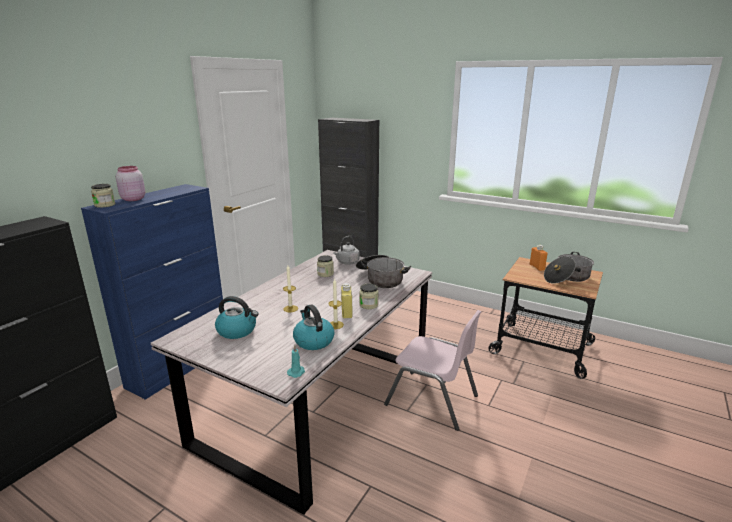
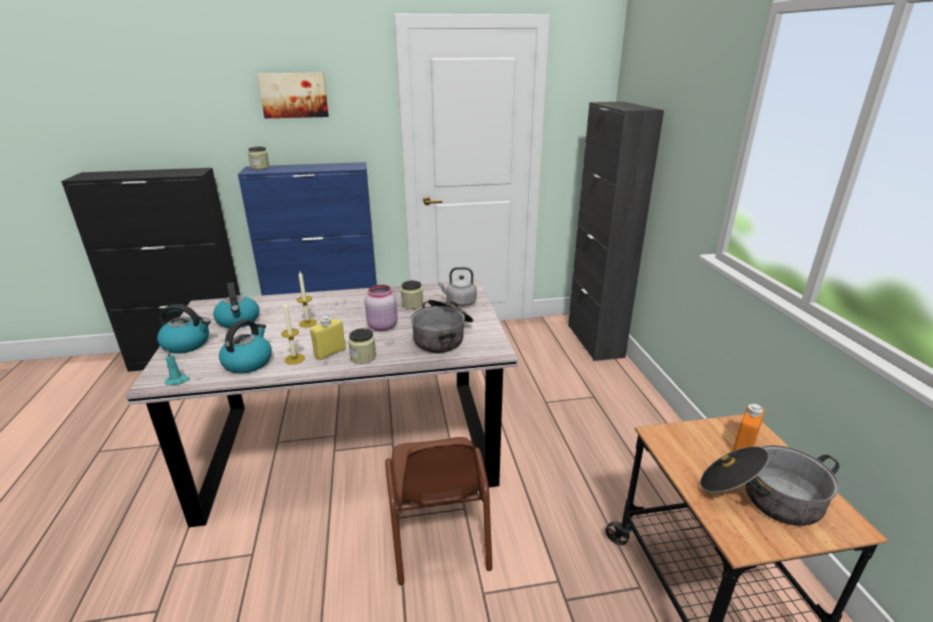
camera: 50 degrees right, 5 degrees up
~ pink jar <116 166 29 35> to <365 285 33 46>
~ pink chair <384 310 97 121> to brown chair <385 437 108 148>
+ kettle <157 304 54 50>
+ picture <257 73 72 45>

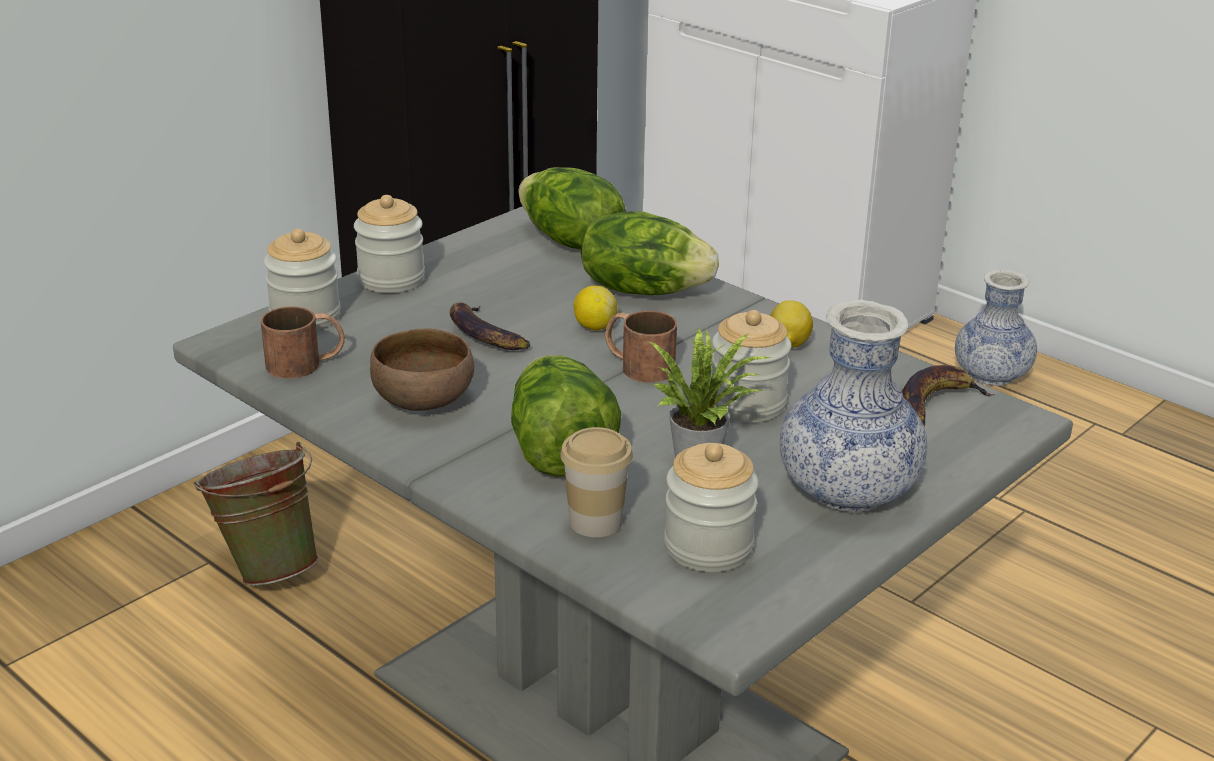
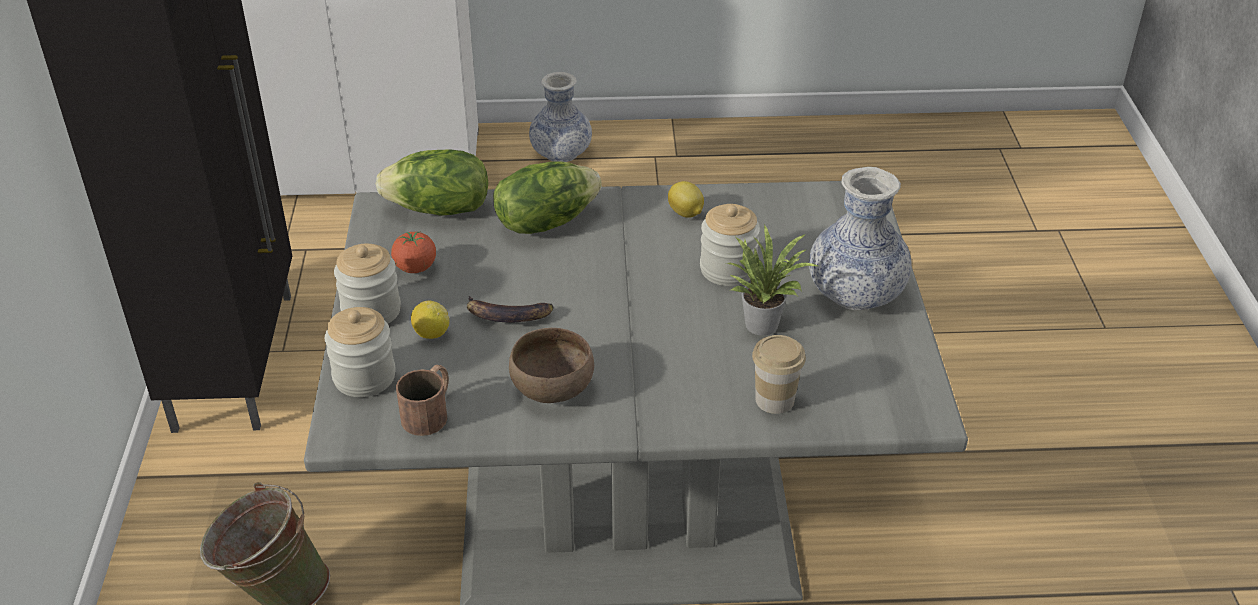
camera: 45 degrees left, 10 degrees up
- lettuce <511 355 110 122>
~ lemon <574 285 43 45> to <411 301 38 38>
- brown mug <605 311 72 72>
- jar <664 443 95 129>
- banana <902 365 93 61>
+ tomato <391 232 45 41>

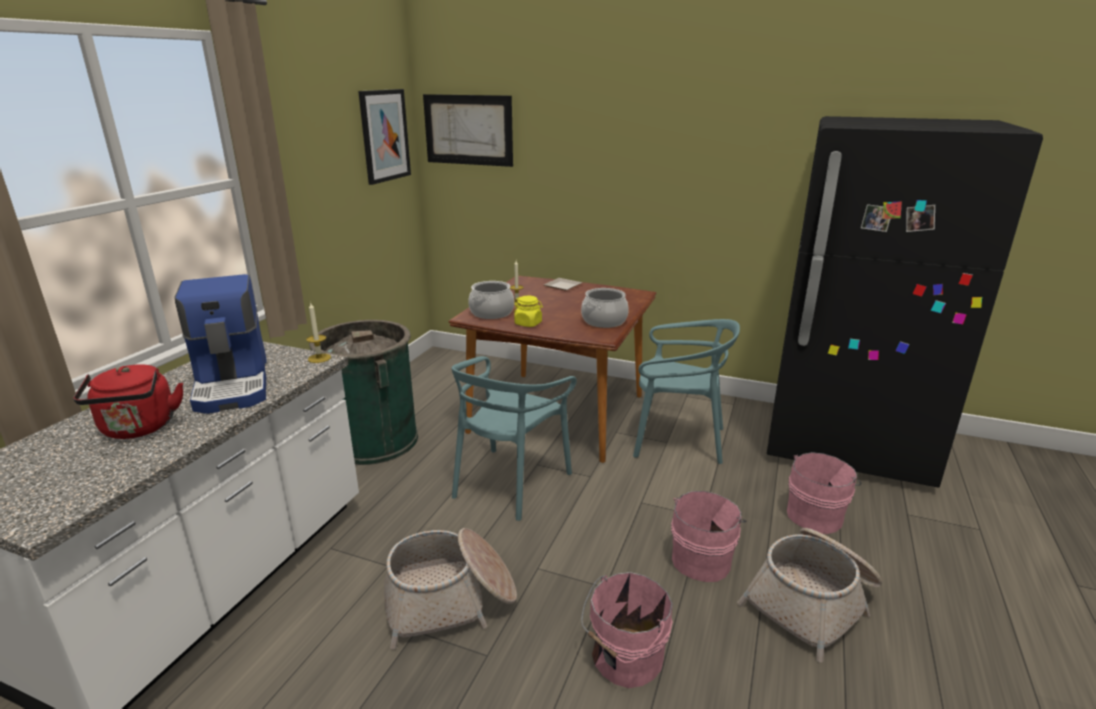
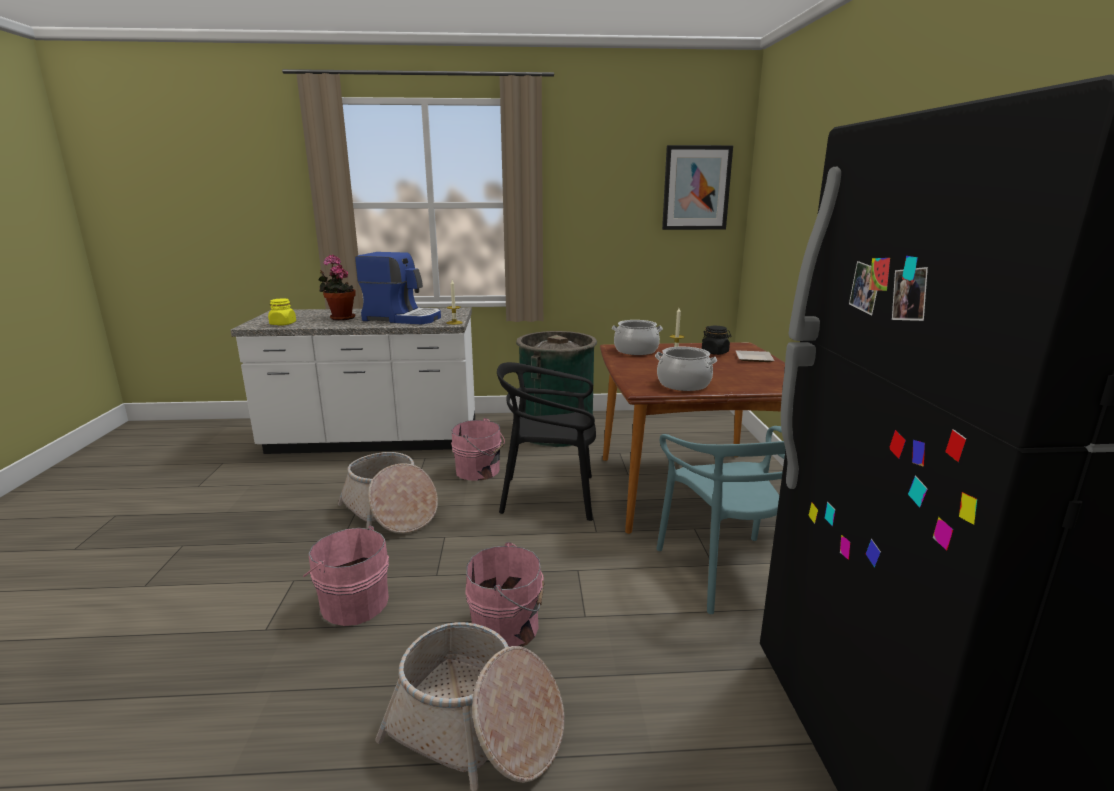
camera: 65 degrees right, 5 degrees down
~ red kettle <73 364 110 75> to potted plant <319 254 37 66>
~ coffee machine <174 274 93 140> = <355 252 86 72> 120 degrees counterclockwise
- picture <423 94 90 73>
~ turquoise chair <451 356 126 165> to black chair <497 362 99 159>
~ yellow jar <514 296 29 31> to <268 298 28 28>
~ pink bucket <787 452 74 82> to <451 418 54 63>
+ black jar <702 326 29 29>

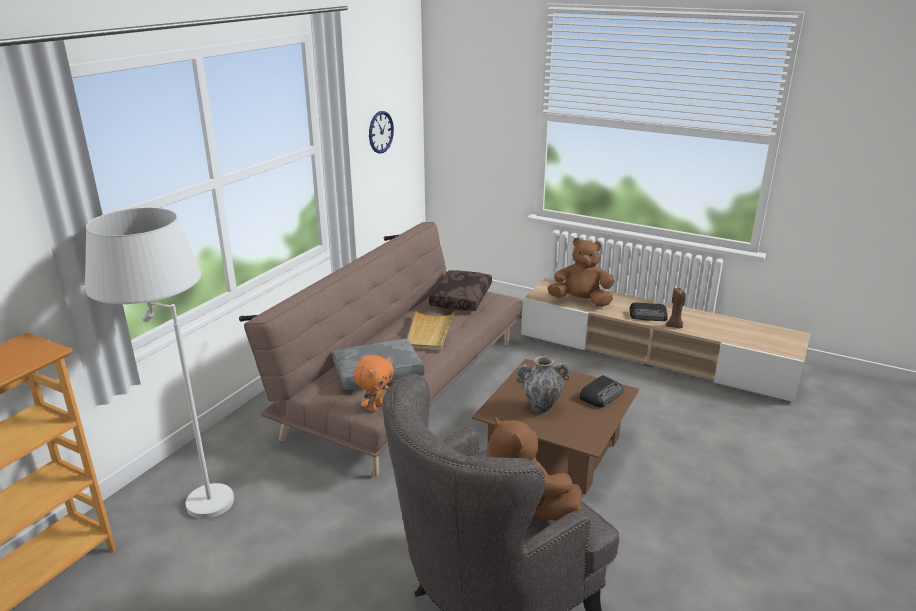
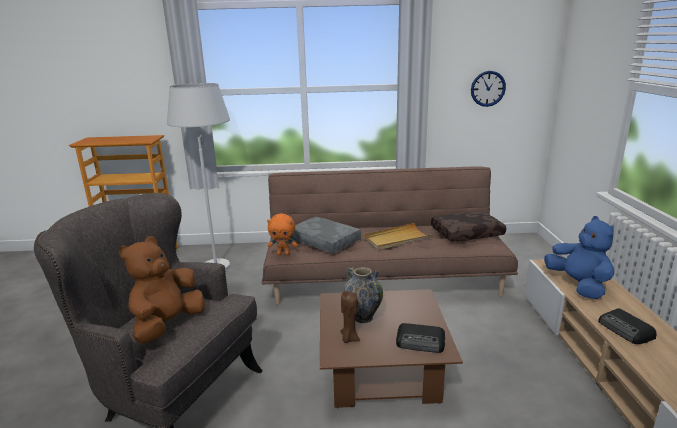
camera: 60 degrees right, 5 degrees down
~ brown plush toy <547 237 68 70> to blue plush toy <544 216 70 83>
~ brown candle <666 288 20 41> to <340 291 20 52>

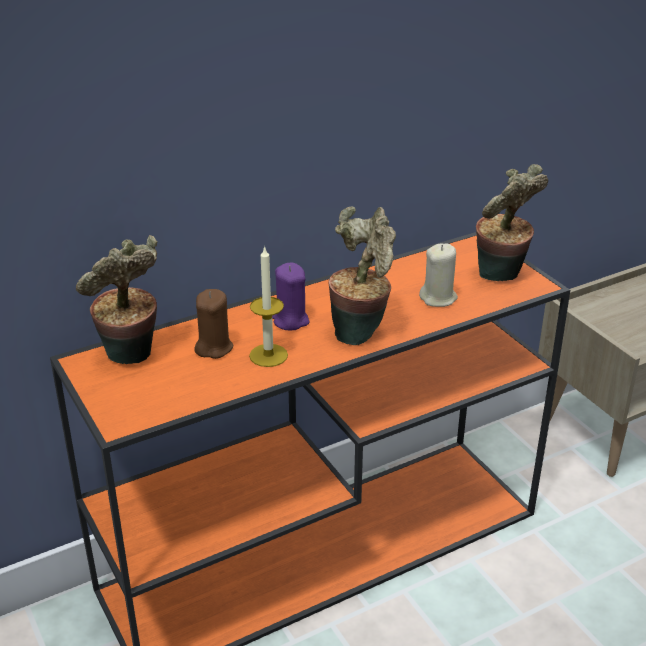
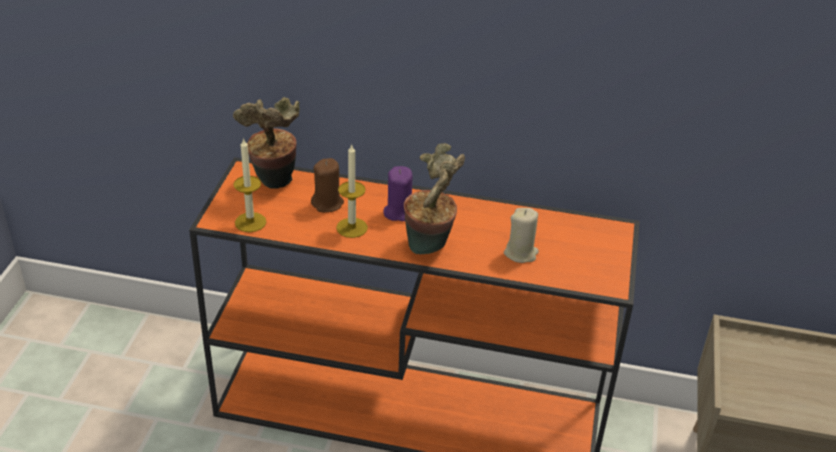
camera: 40 degrees right, 5 degrees up
- potted plant <476 164 72 117>
+ candle <234 138 32 94>

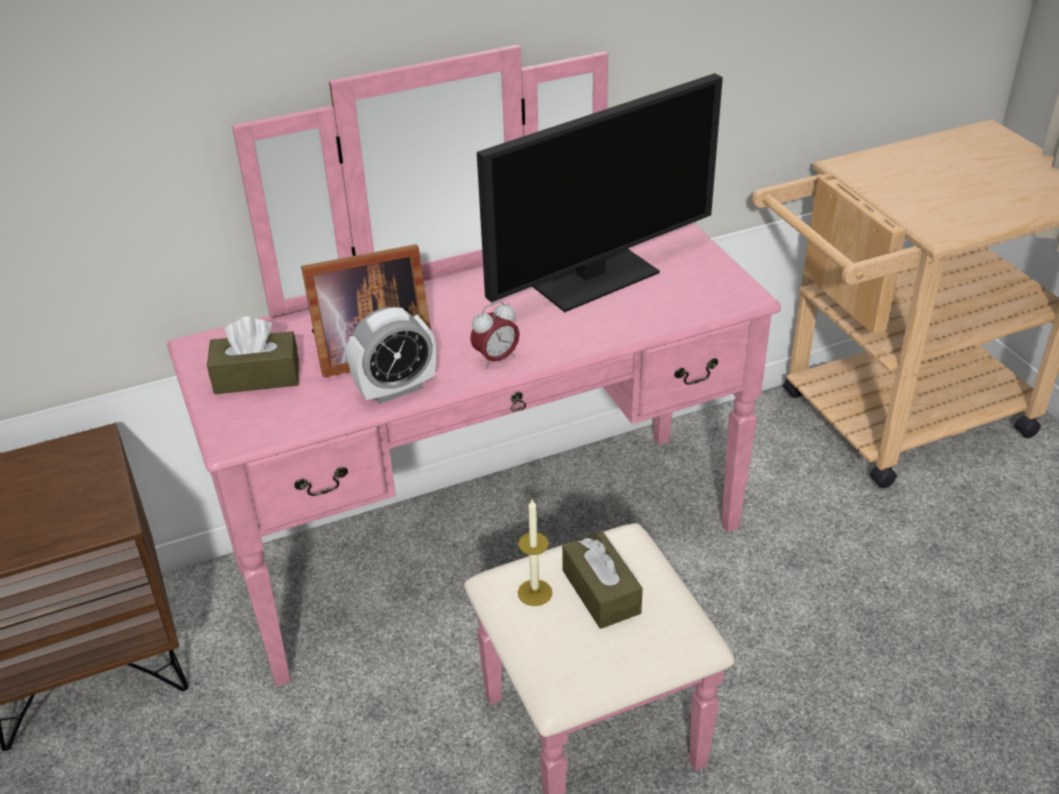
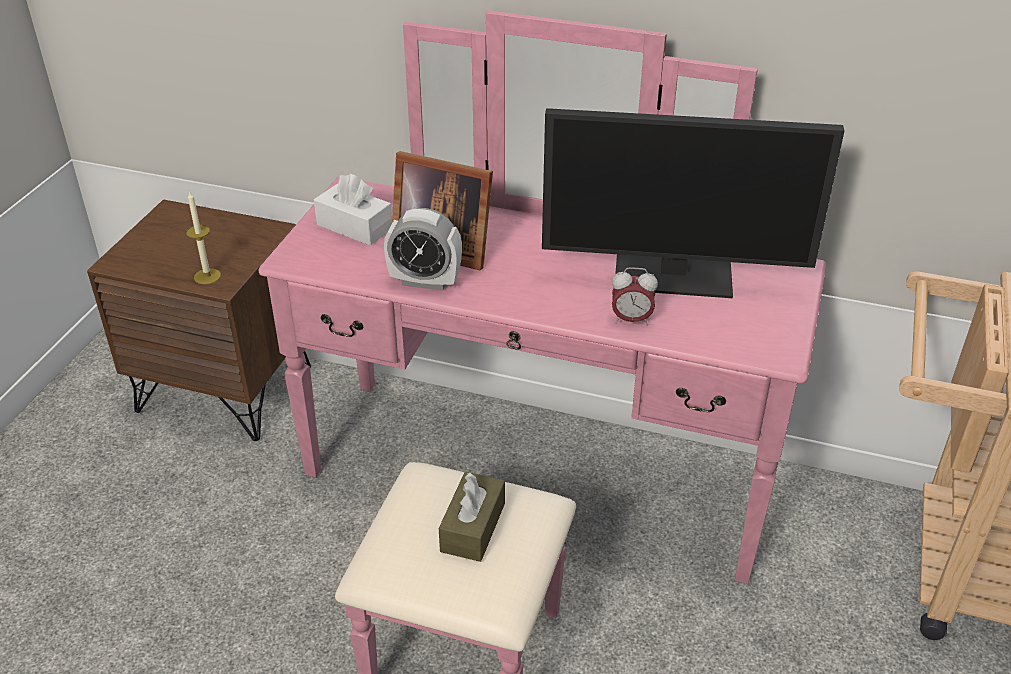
camera: 40 degrees right, 0 degrees up
~ brown tissue box <207 316 92 78> to white tissue box <314 174 78 71>
~ alarm clock <470 301 50 68> to <612 267 46 59>
~ candle <518 499 34 107> to <186 191 35 93>

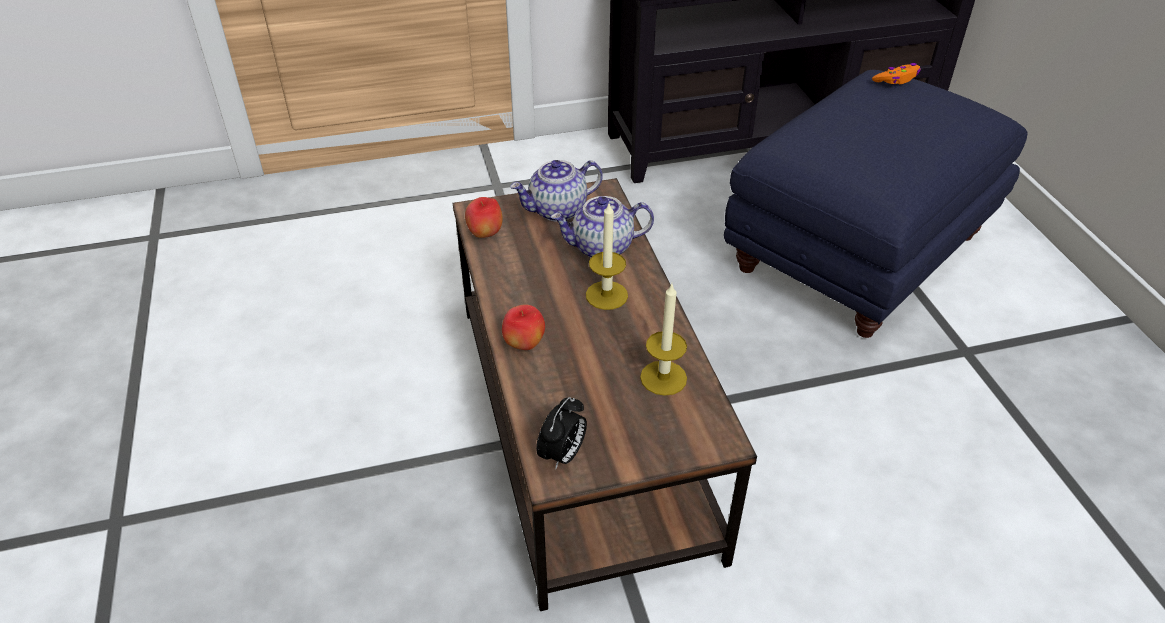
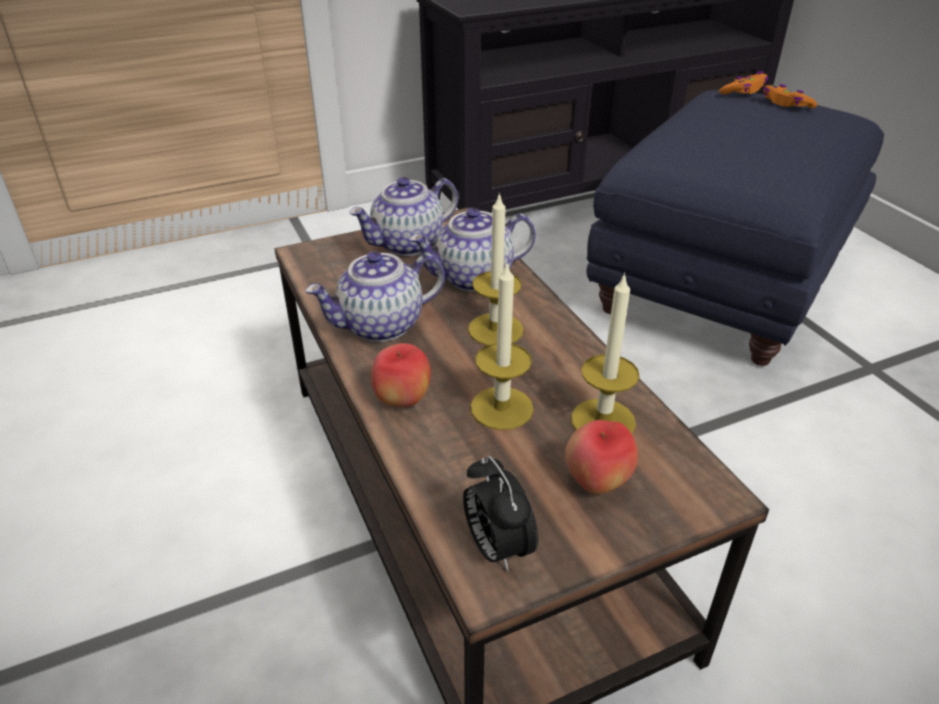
camera: 10 degrees left, 5 degrees down
~ apple <465 197 38 41> to <565 420 73 75>
~ alarm clock <536 397 51 73> = <463 456 75 116> 135 degrees clockwise
+ teapot <305 251 140 91>
+ candle <470 261 64 169>
+ orange game controller <763 84 54 24>

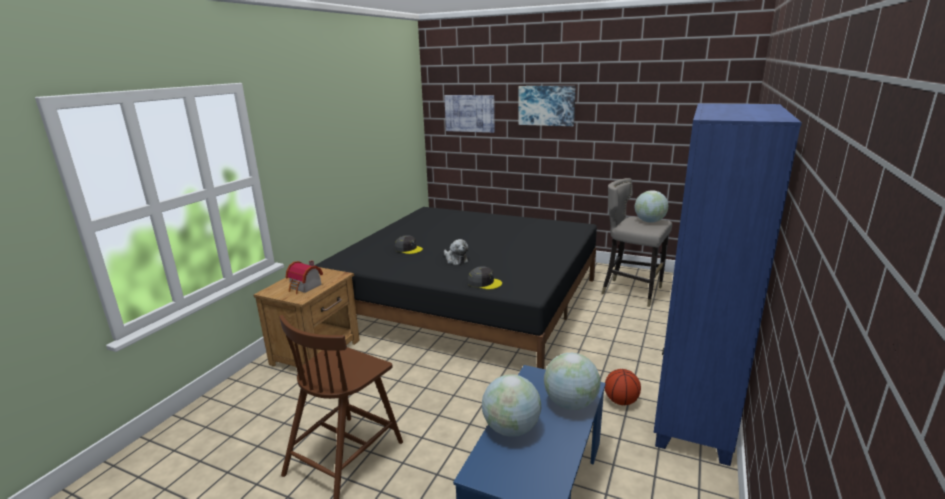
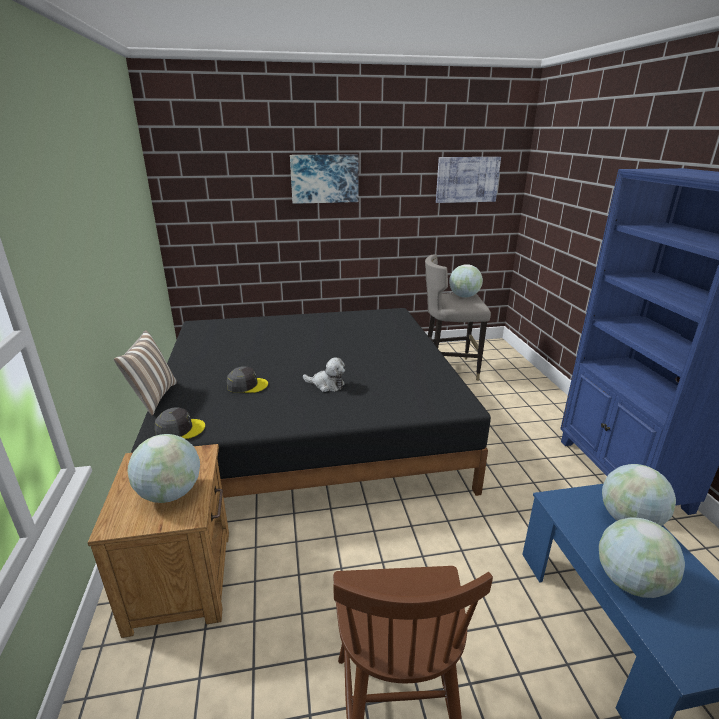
camera: 35 degrees left, 5 degrees up
~ toy house <286 260 37 34> to globe <128 434 72 69>
~ picture <444 95 51 38> to <436 157 65 46>
~ grey cap <468 266 34 24> to <155 407 50 32>
- basketball <605 369 36 36>
+ pillow <114 330 63 85>

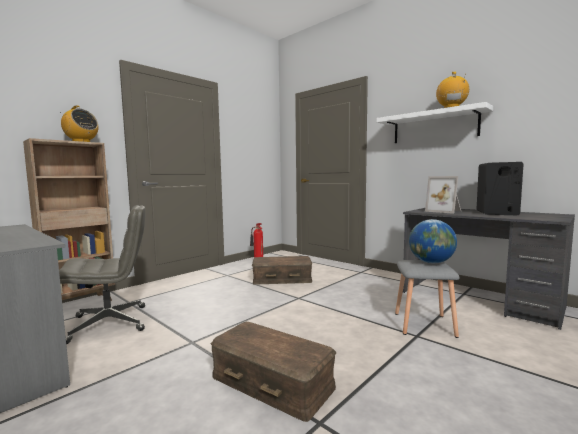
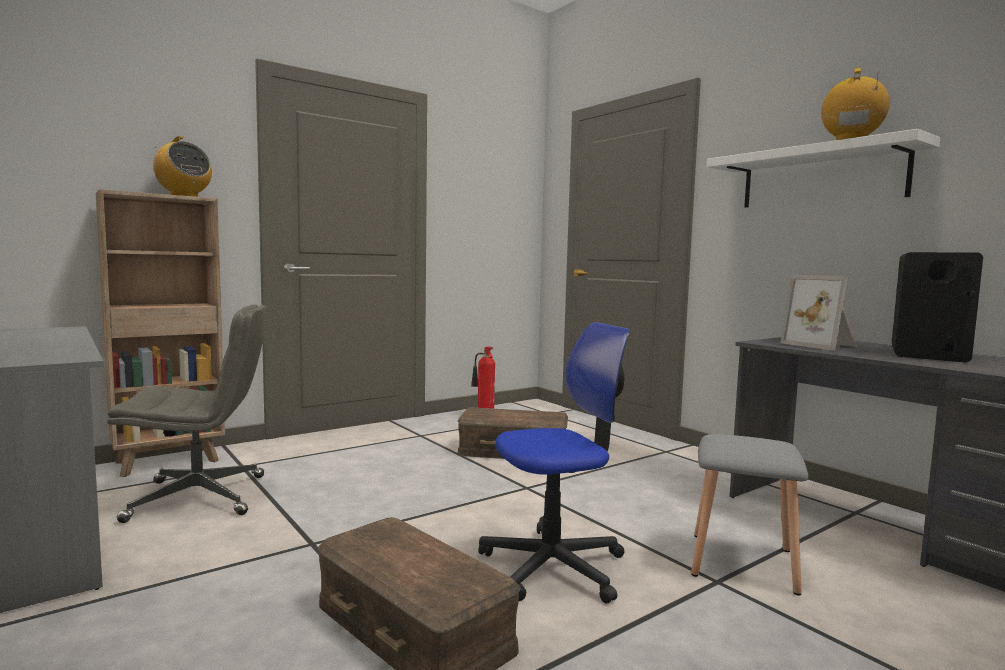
camera: 10 degrees right, 0 degrees up
- globe <409 219 48 44>
+ office chair <478 322 152 282>

